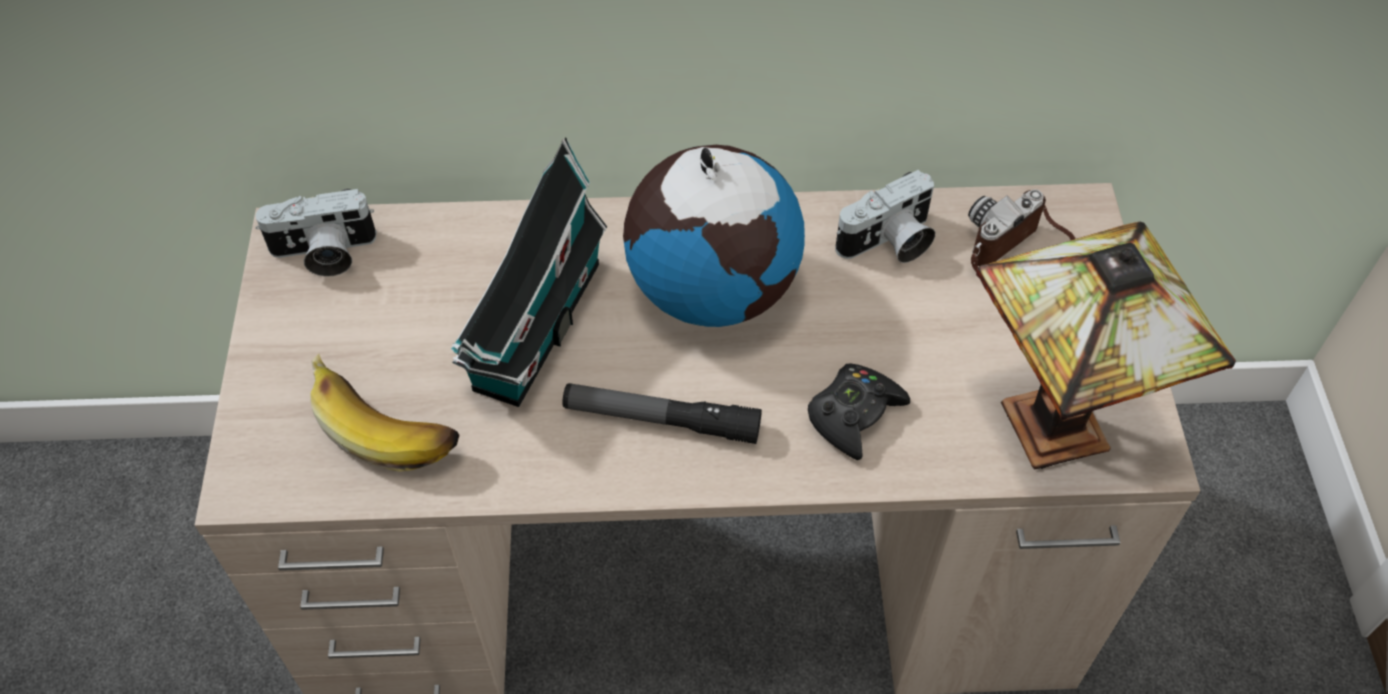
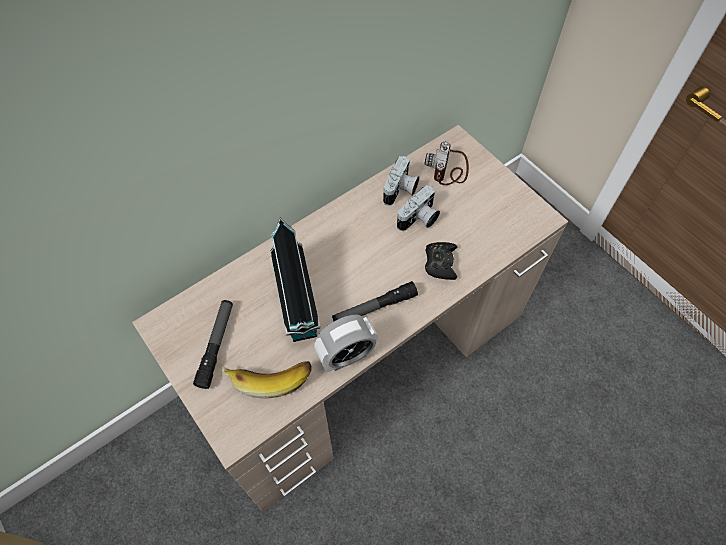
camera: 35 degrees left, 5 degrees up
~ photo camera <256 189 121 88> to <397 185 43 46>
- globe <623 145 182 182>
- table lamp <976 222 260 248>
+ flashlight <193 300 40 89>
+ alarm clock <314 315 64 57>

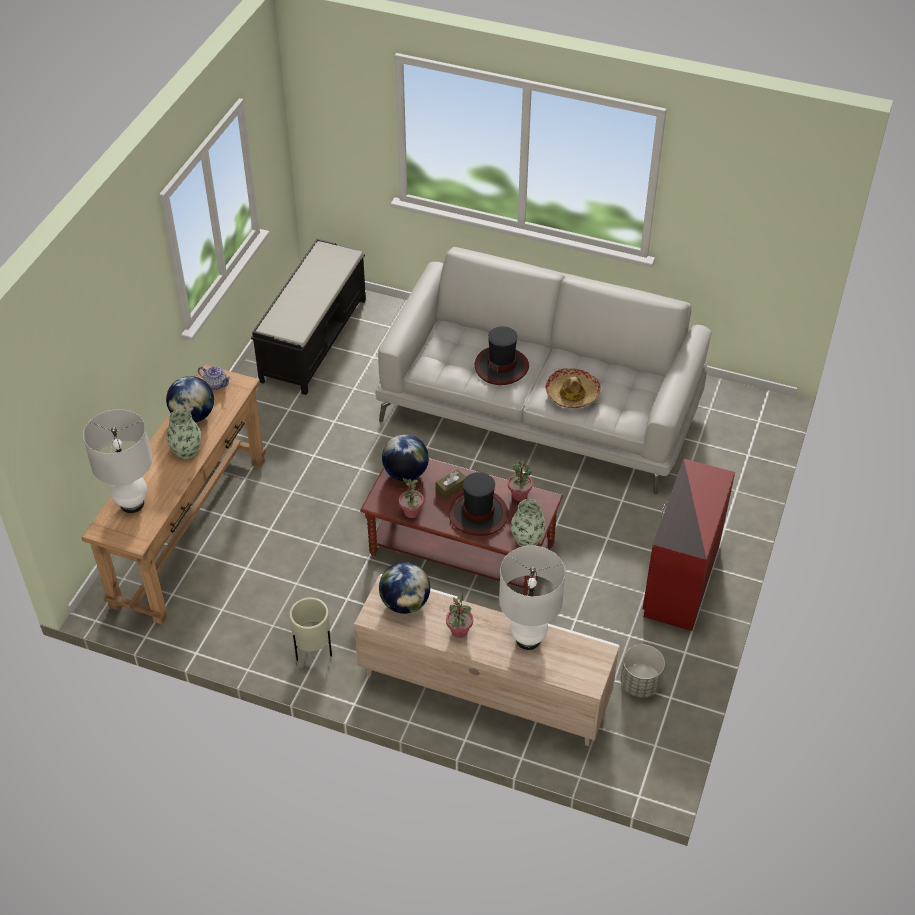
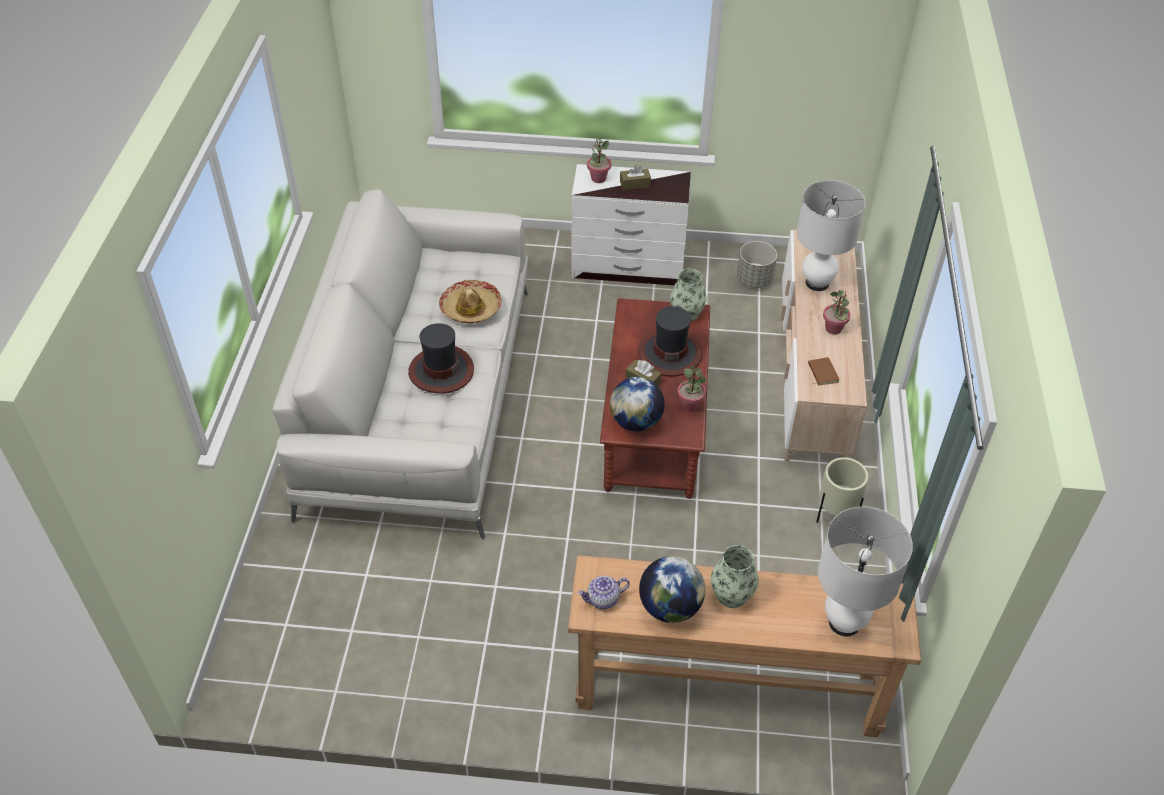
camera: 105 degrees left, 0 degrees up
~ teapot <198 366 33 24> = <578 576 52 33> 120 degrees counterclockwise
- black bench <251 239 115 156>
~ globe <379 562 51 52> to brown book <808 357 31 29>
~ potted plant <508 461 25 40> to <587 138 24 45>
~ red dresser <643 459 92 172> to white dresser <572 164 119 121>
+ brown tissue box <620 165 31 25>

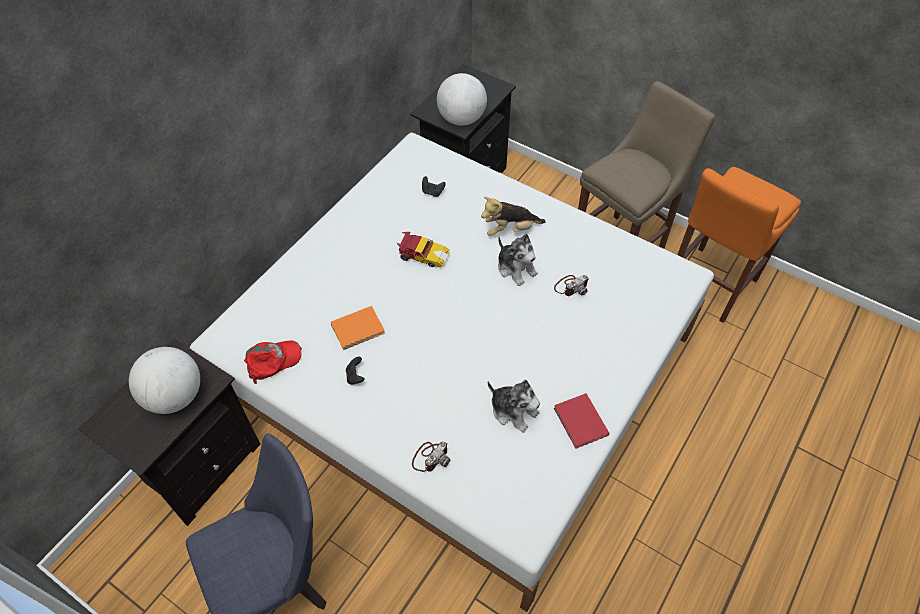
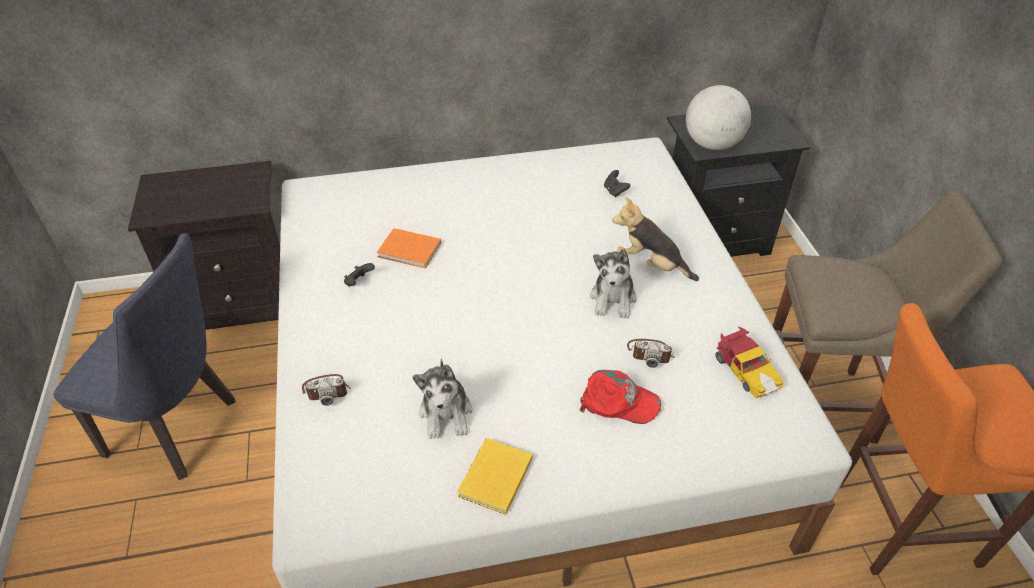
camera: 45 degrees right, 10 degrees down
- globe <129 347 71 67>
~ red cap <244 340 58 44> to <580 370 81 54>
~ toy car <397 232 53 36> to <715 326 69 72>
~ red book <554 393 55 56> to yellow book <457 438 76 77>

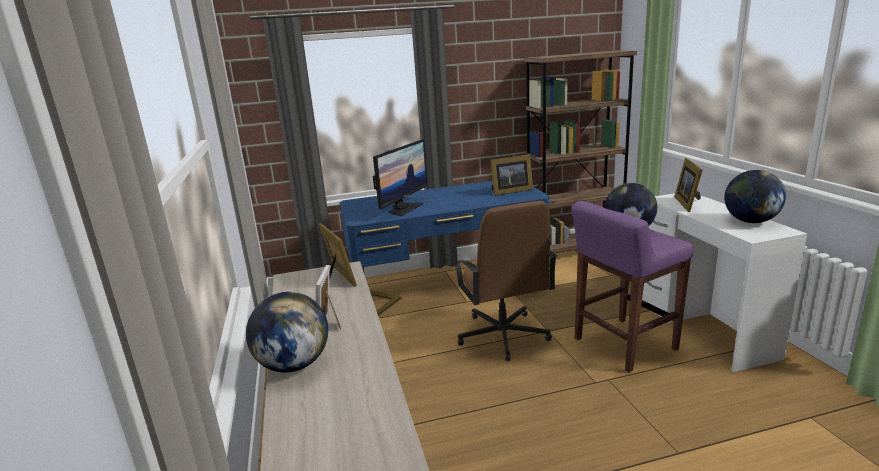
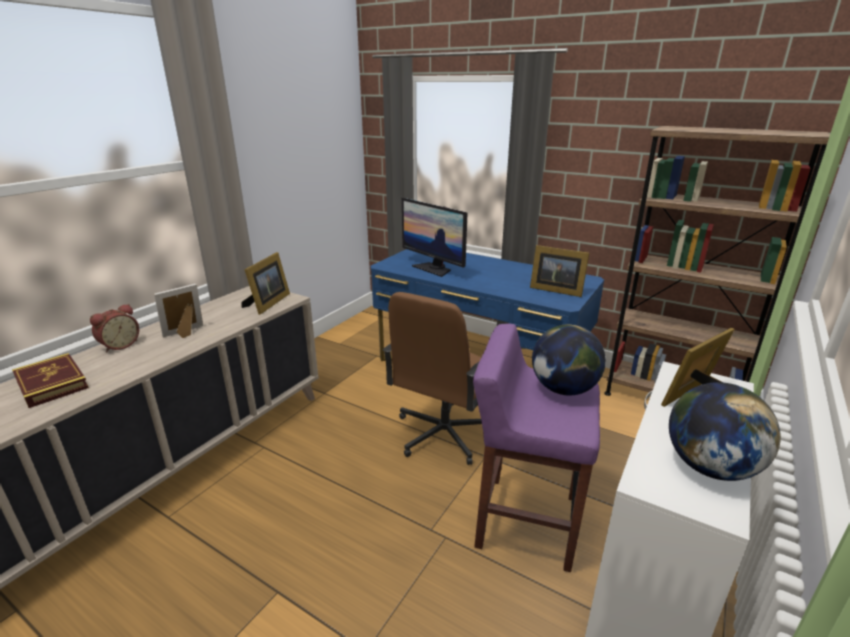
camera: 45 degrees right, 5 degrees up
~ globe <246 292 82 81> to alarm clock <90 304 49 49>
~ monitor <373 139 55 77> = <402 198 65 79> 60 degrees clockwise
+ book <12 353 77 55>

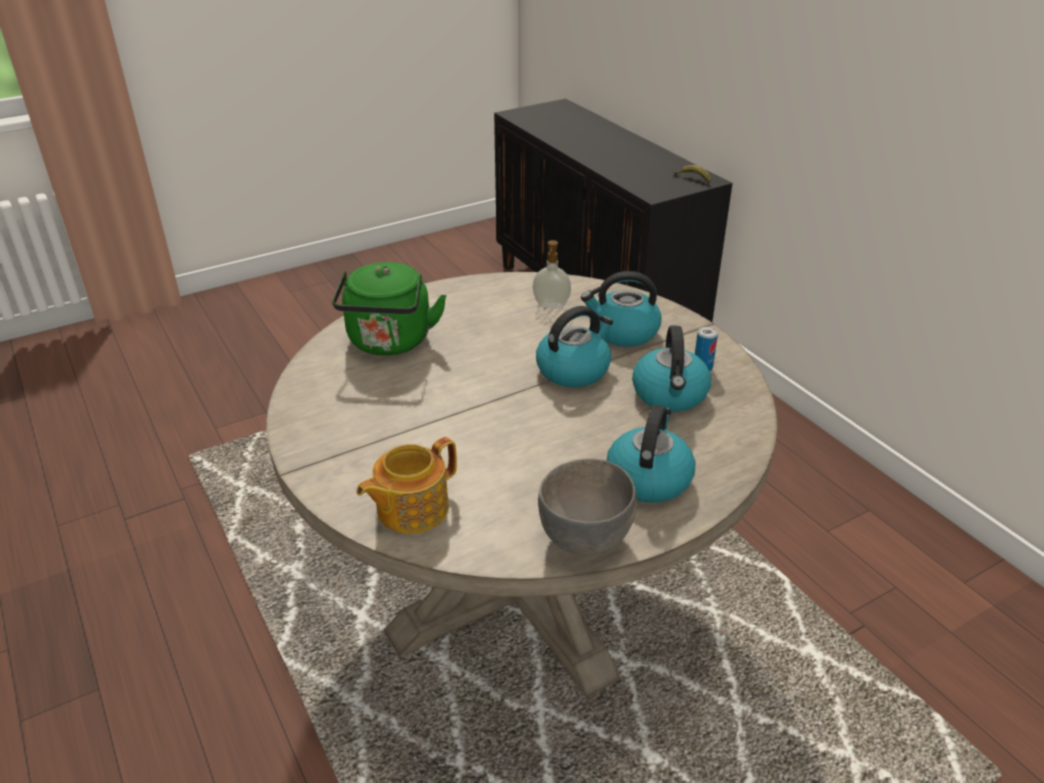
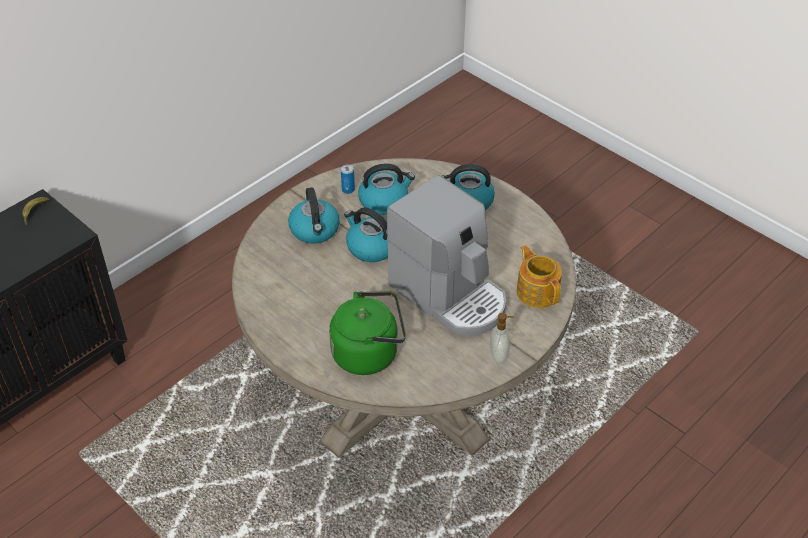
camera: 105 degrees left, 10 degrees up
~ teapot <356 437 101 97> = <517 245 45 63> 150 degrees counterclockwise
~ soap dispenser <533 240 38 69> to <490 313 24 50>
- grey bowl <538 458 99 97>
+ coffee machine <387 175 119 161>

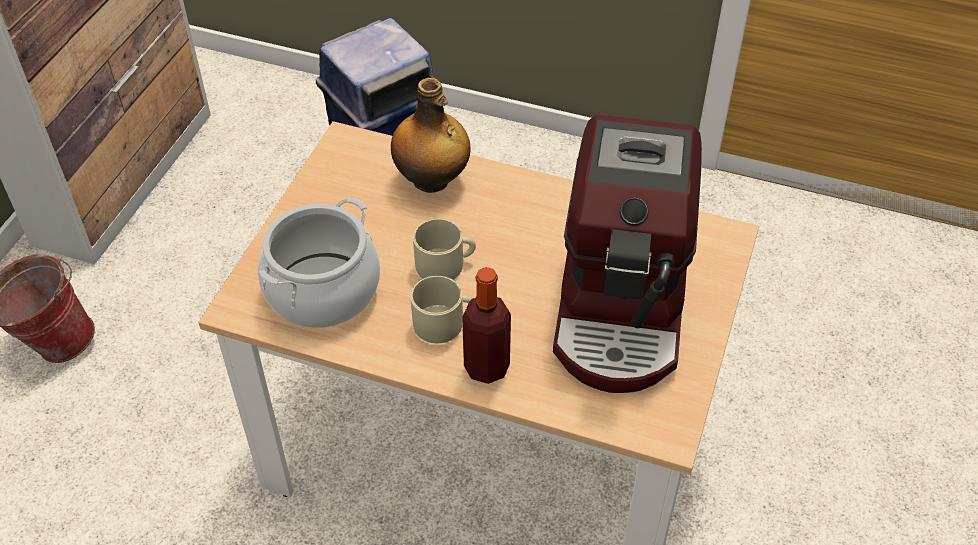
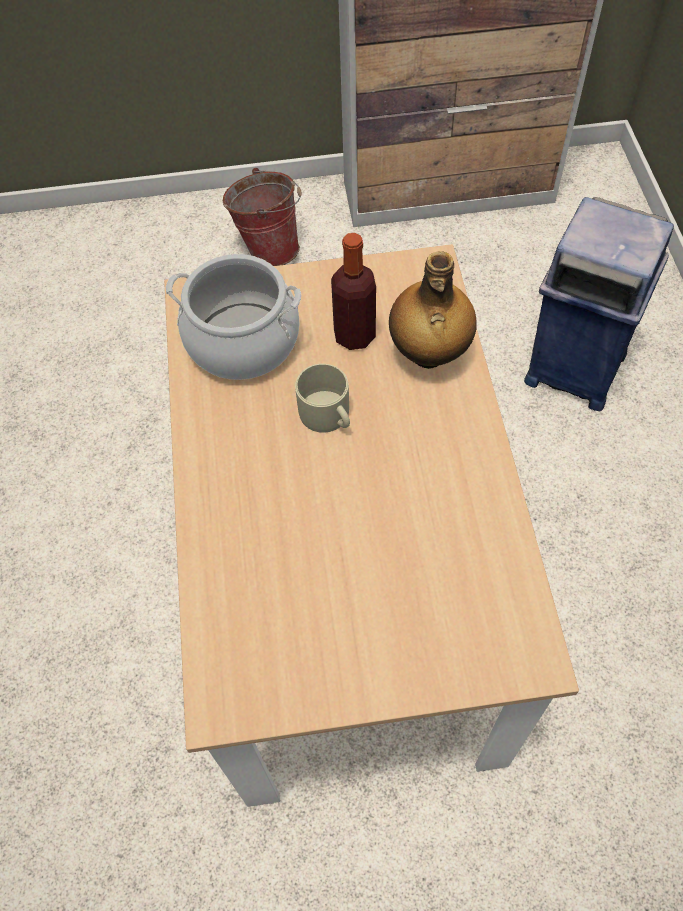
camera: 65 degrees right, 10 degrees up
- beige mug <410 276 63 67>
~ bottle <463 267 48 117> to <331 233 45 117>
- coffee machine <553 115 149 278>

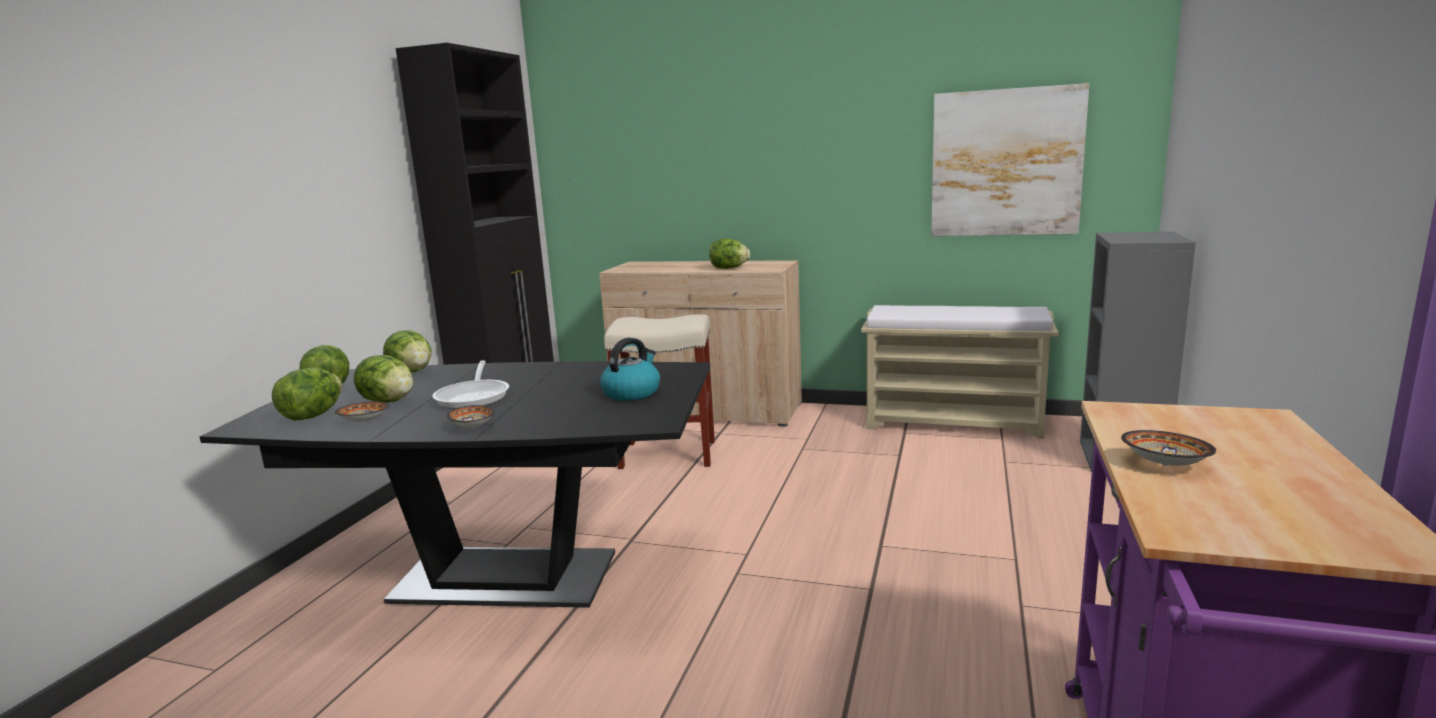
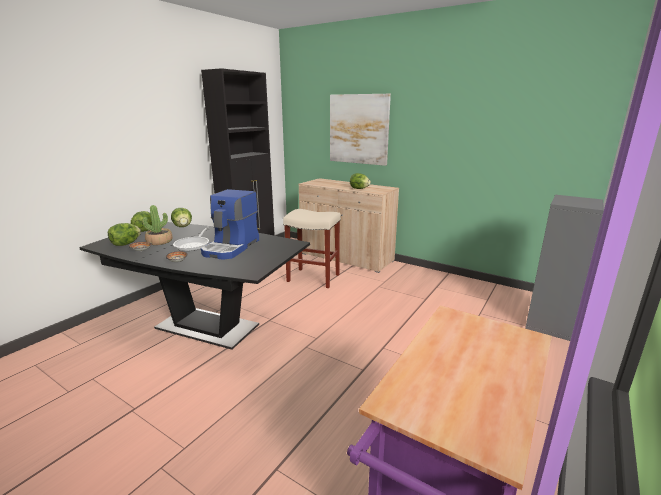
camera: 15 degrees right, 5 degrees up
~ lettuce <354 355 59 48> to potted plant <143 205 30 40>
- kettle <600 338 60 62>
- beige bench <861 305 198 134>
~ picture <931 83 158 153> to <330 94 61 72>
- bowl <1121 430 95 36>
+ coffee machine <201 189 58 71>

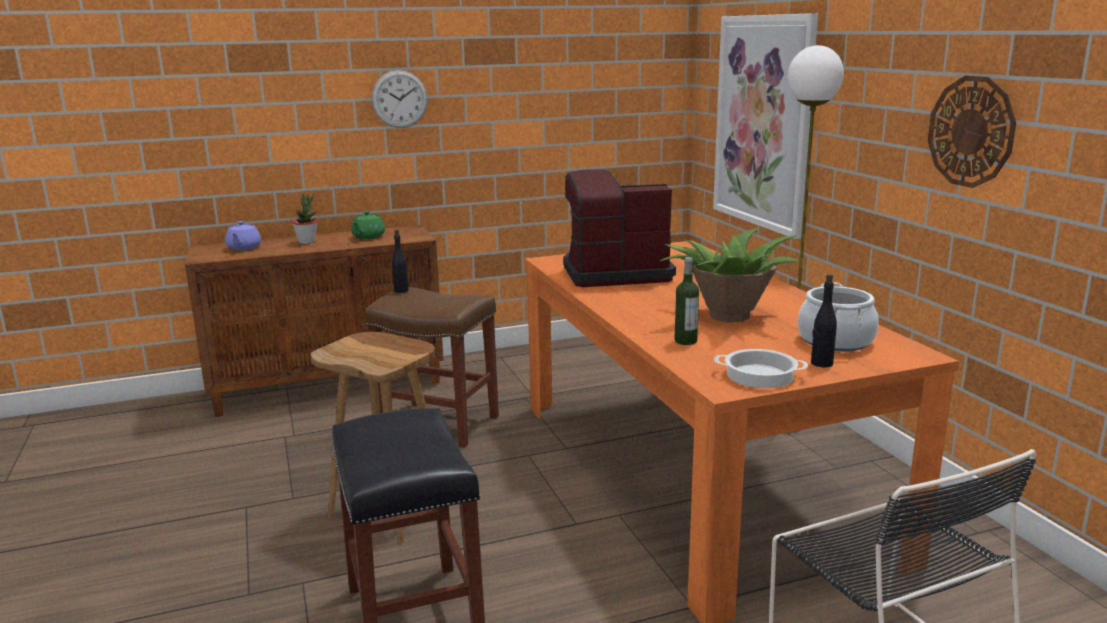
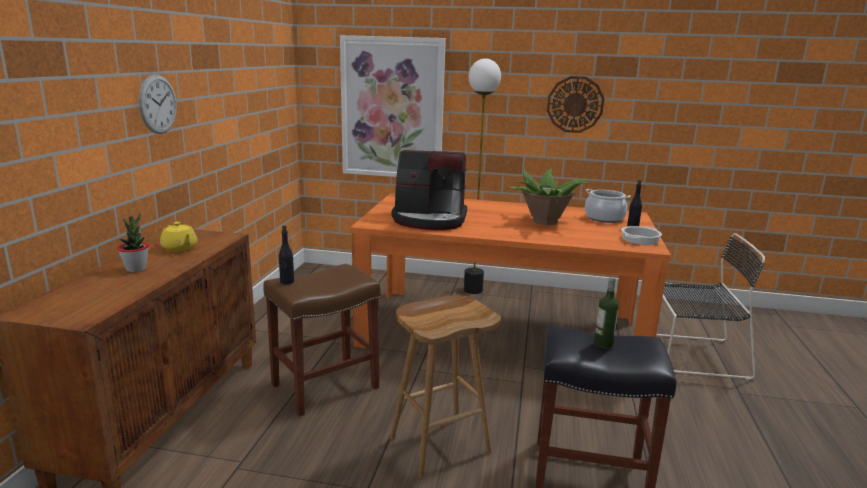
camera: 60 degrees left, 0 degrees up
- purple teapot <225 221 36 29>
~ green teapot <351 211 34 28> to yellow teapot <160 222 37 30>
~ coffee machine <563 169 113 118> = <392 150 75 80> 105 degrees counterclockwise
~ bottle <675 257 24 88> to <594 277 25 72>

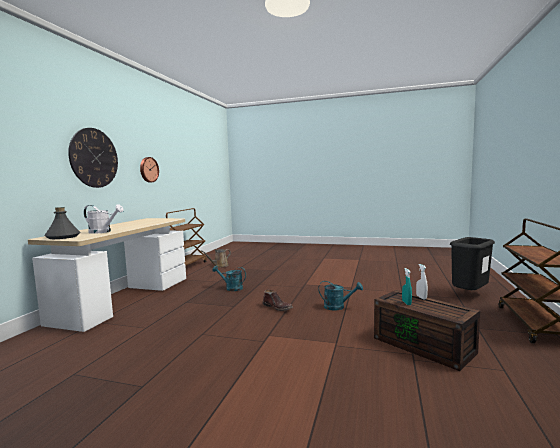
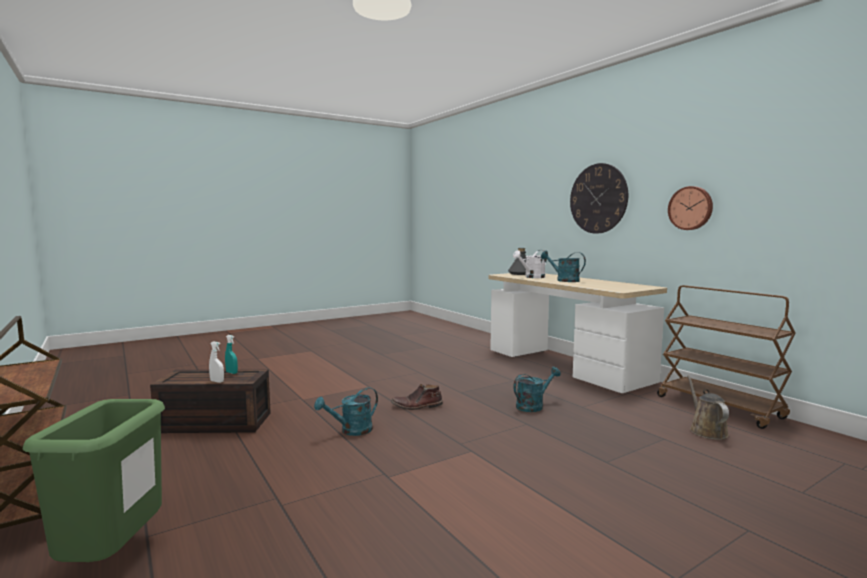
camera: 130 degrees right, 0 degrees up
~ black trash can <450 237 45 53> to green trash can <22 399 143 163>
+ turquoise watering can <541 251 45 31>

